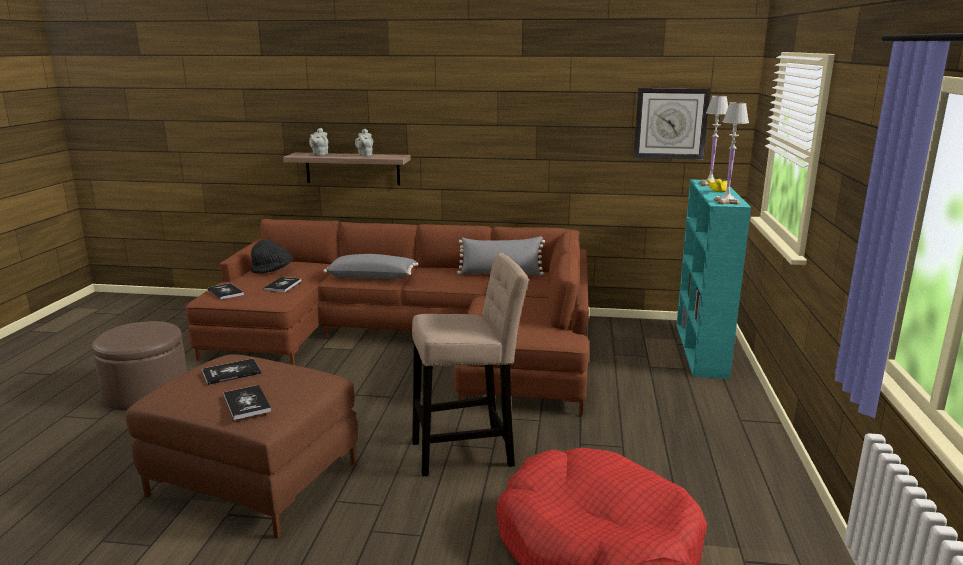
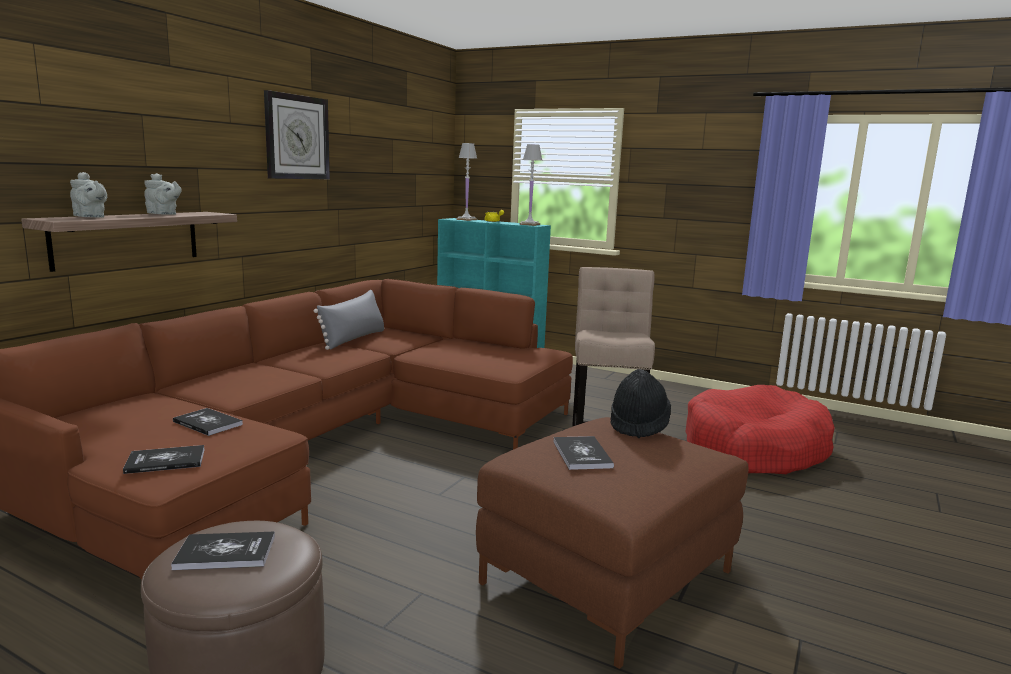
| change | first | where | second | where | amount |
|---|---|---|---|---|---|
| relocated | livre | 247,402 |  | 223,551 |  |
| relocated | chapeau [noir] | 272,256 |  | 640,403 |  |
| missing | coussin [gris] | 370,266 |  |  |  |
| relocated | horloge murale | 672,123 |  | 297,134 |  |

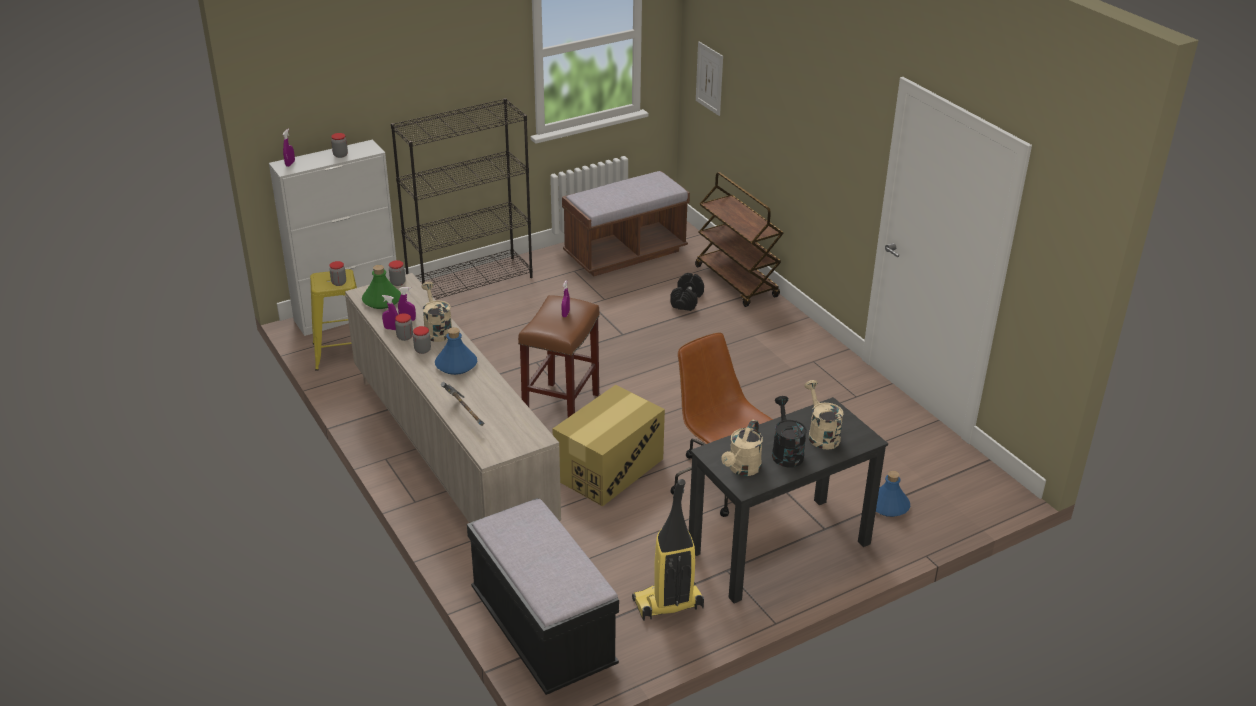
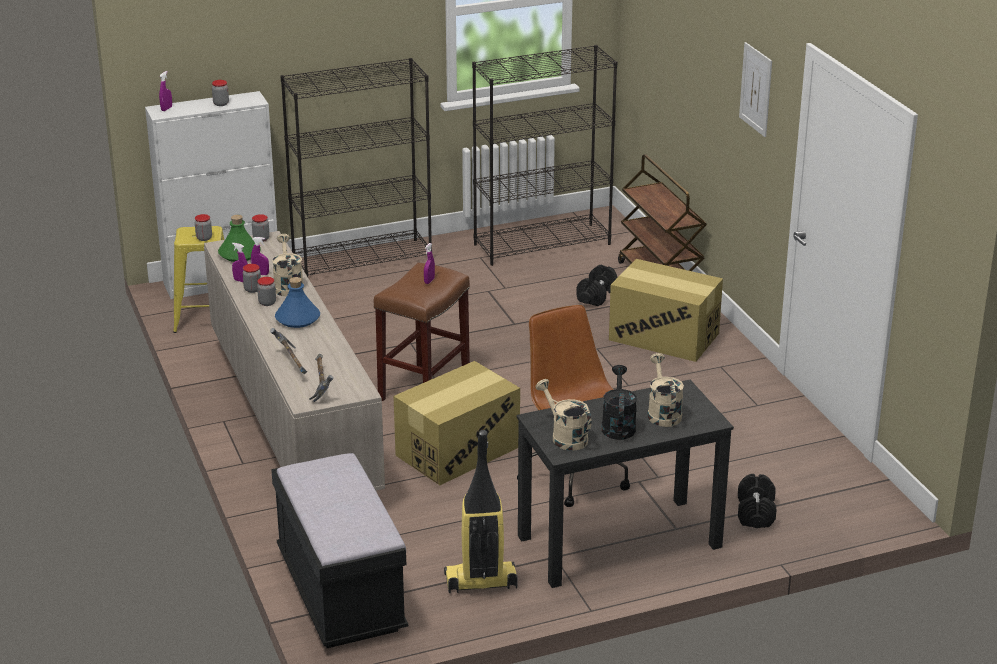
| change | first | where | second | where | amount |
|---|---|---|---|---|---|
| exchanged | banc [marron] | 626,223 | bibliothèque [noir] | 544,155 |  |
| relocated | tableau | 709,79 |  | 755,89 |  |
| spun | arrosoir [beige] | 742,448 |  | 563,415 | 105 degrees clockwise |
| exchanged | bouteille [bleu] | 893,494 | haltère [noir] | 757,501 |  |
| appeared |  |  | marteau | 321,378 |  |
| appeared |  |  | carton | 666,310 |  |

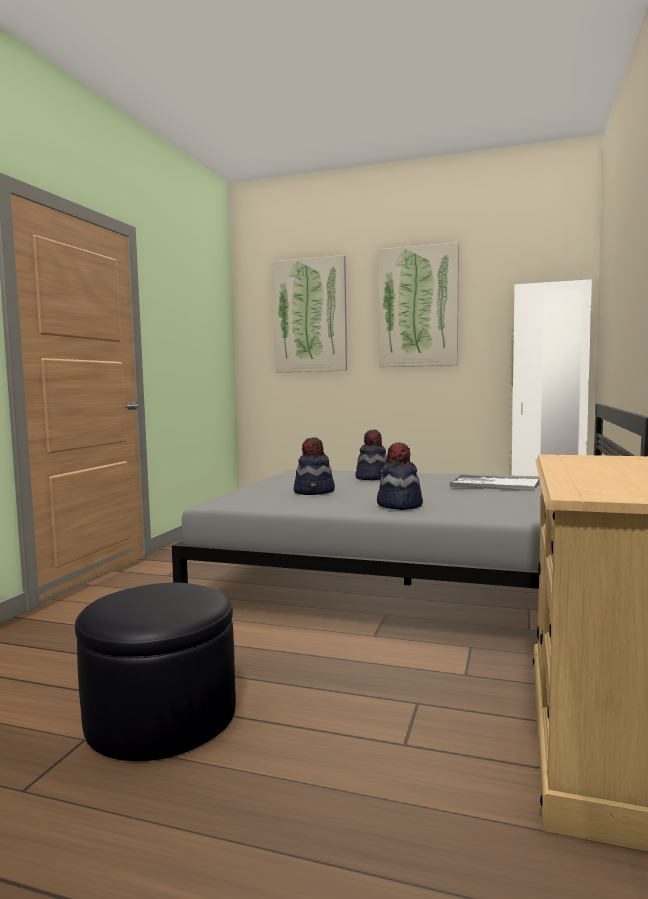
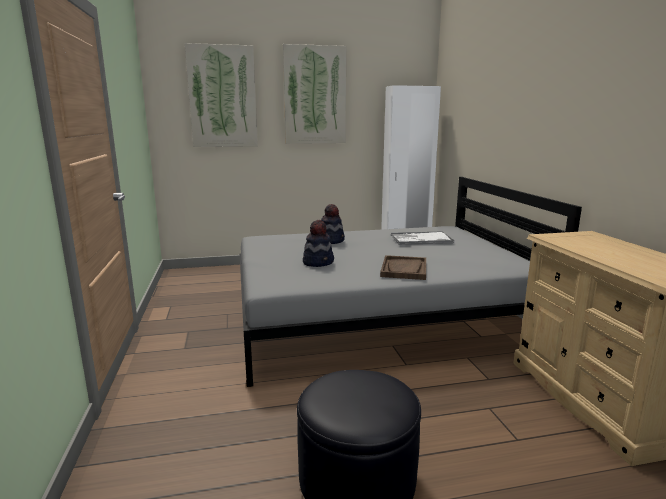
| change | first | where | second | where | amount |
|---|---|---|---|---|---|
| exchanged | chapeau | 400,476 | plateau [marron] | 403,267 |  |

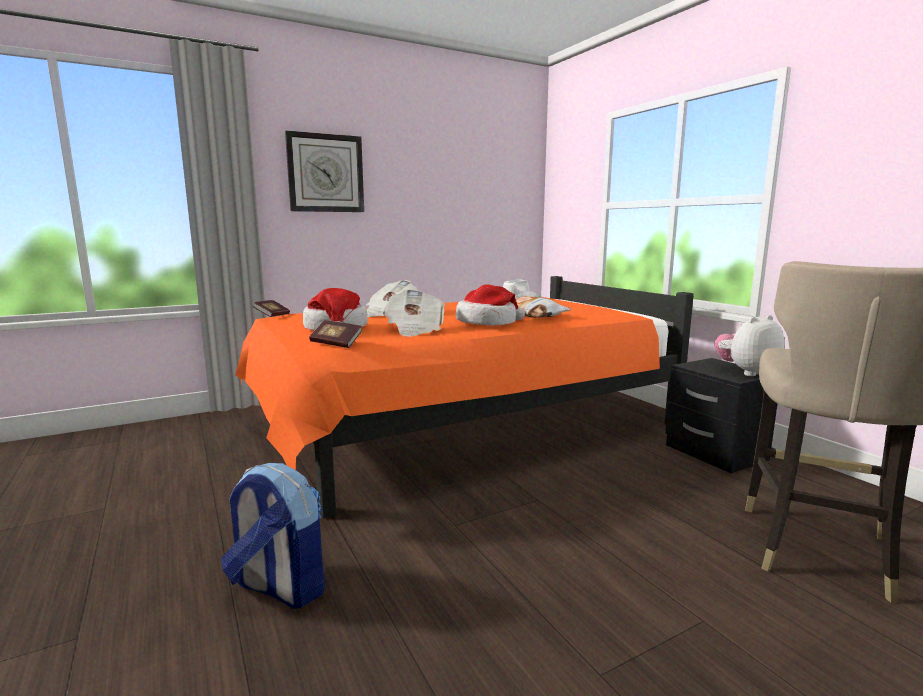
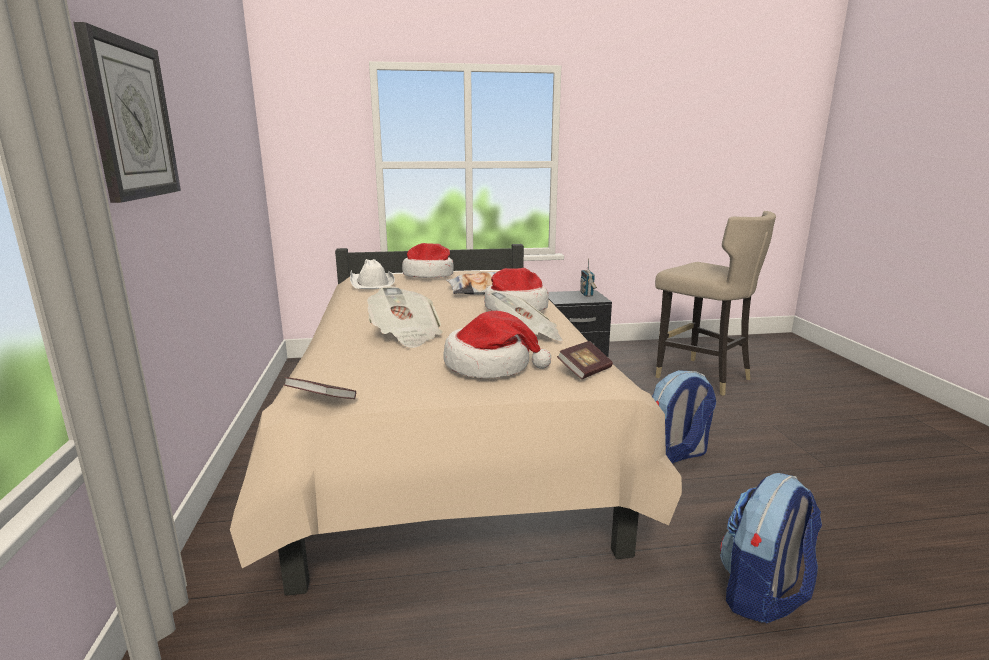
| change | first | where | second | where | amount |
|---|---|---|---|---|---|
| colour | lit [orange] | 464,397 | lit [beige] | 456,420 |  |
| exchanged | peluche | 749,345 | radio | 588,277 |  |
| appeared |  |  | chapeau | 428,260 |  |
| appeared |  |  | sac à dos | 684,417 |  |

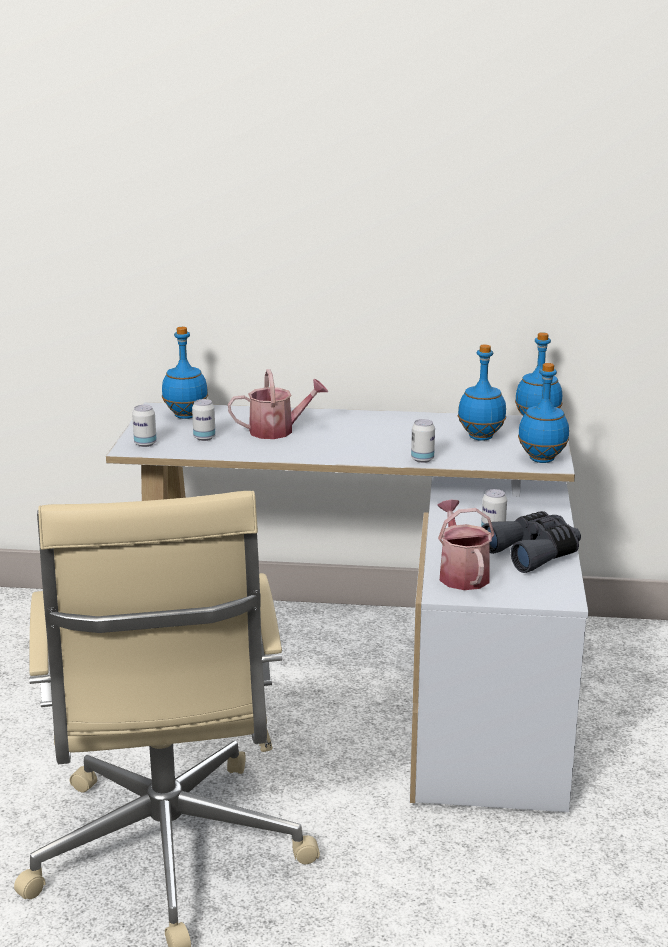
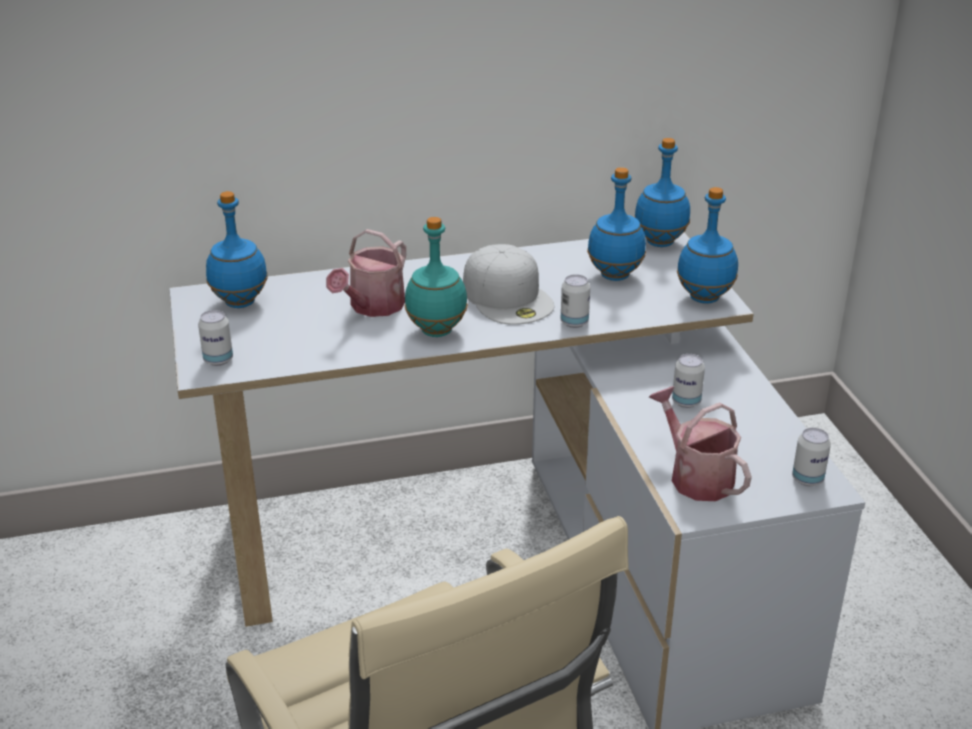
| change | first | where | second | where | amount |
|---|---|---|---|---|---|
| relocated | boîte métallique | 204,420 |  | 811,457 |  |
| spun | arrosoir | 278,404 |  | 366,273 | 150 degrees clockwise |
| missing | jumelles [gris] | 531,542 |  |  |  |
| appeared |  |  | bouteille [turquoise] | 436,277 |  |
| appeared |  |  | casquette [blanc] | 508,284 |  |

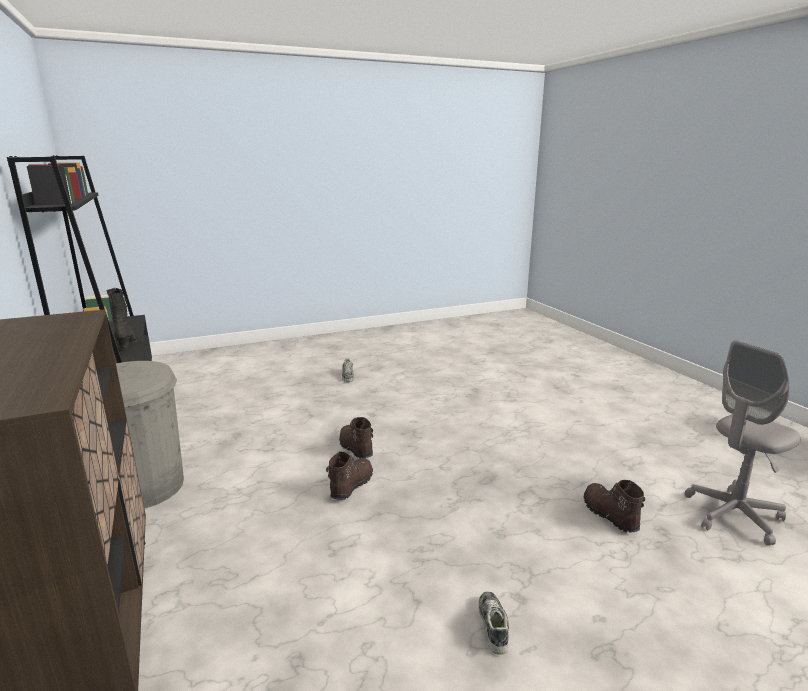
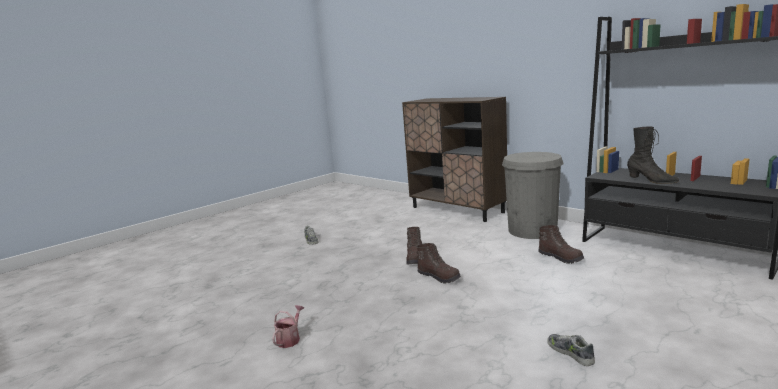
| change | first | where | second | where | amount |
|---|---|---|---|---|---|
| relocated | botte [marron] | 614,506 |  | 561,244 |  |
| missing | chaise de bureau [gris] | 743,443 |  |  |  |
| appeared |  |  | arrosoir | 288,326 |  |

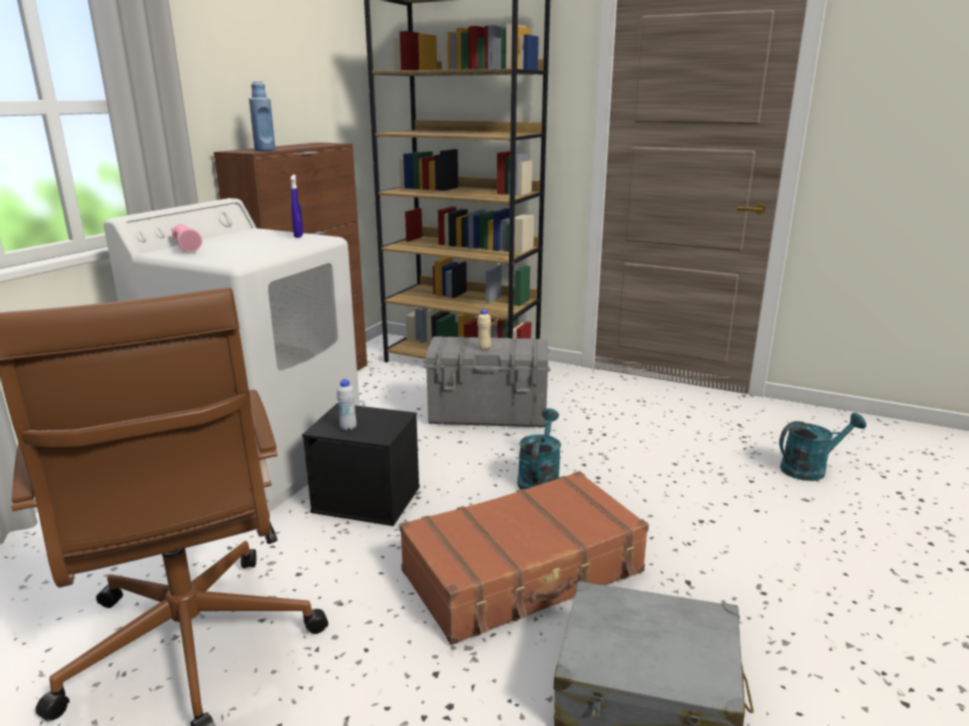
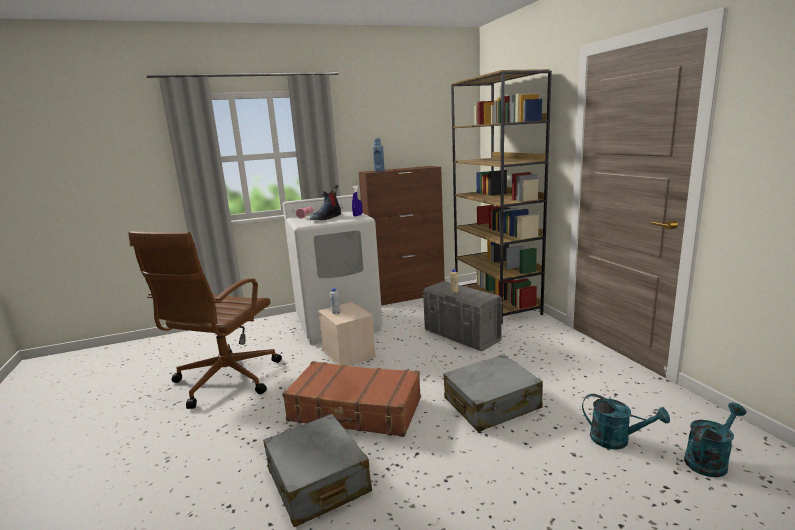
| change | first | where | second | where | amount |
|---|---|---|---|---|---|
| colour | boîte de rangement [noir] | 361,464 | boîte de rangement [beige] | 347,334 |  |
| relocated | arrosoir [turquoise] | 539,449 |  | 715,439 |  |
| appeared |  |  | botte | 325,202 |  |
| appeared |  |  | valise [gris] | 493,393 |  |

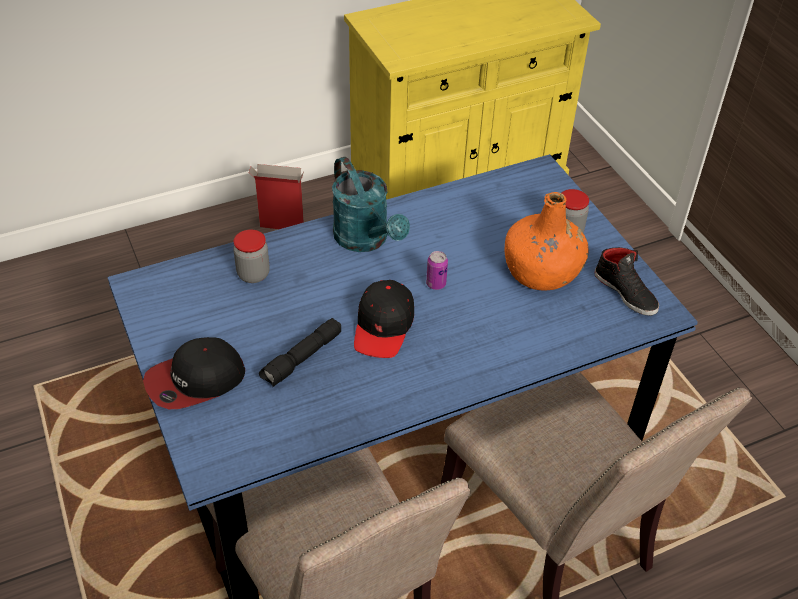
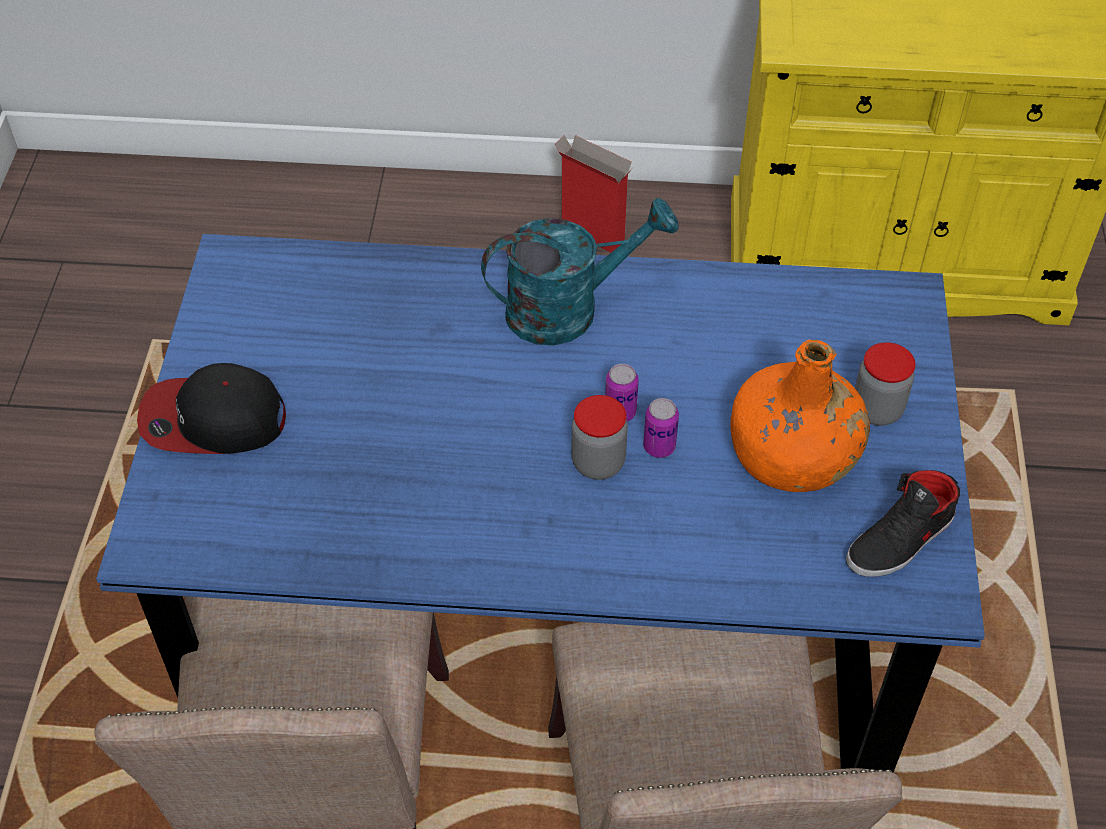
| change | first | where | second | where | amount |
|---|---|---|---|---|---|
| relocated | bocal | 251,256 |  | 599,437 |  |
| missing | lampe de poche [noir] | 300,353 |  |  |  |
| spun | arrosoir [turquoise] | 371,204 |  | 580,271 | 105 degrees counterclockwise |
| missing | casquette [noir] | 384,319 |  |  |  |
| spun | chaussure [noir] | 627,281 |  | 903,523 | 60 degrees clockwise |
| appeared |  |  | boîte métallique | 661,428 |  |

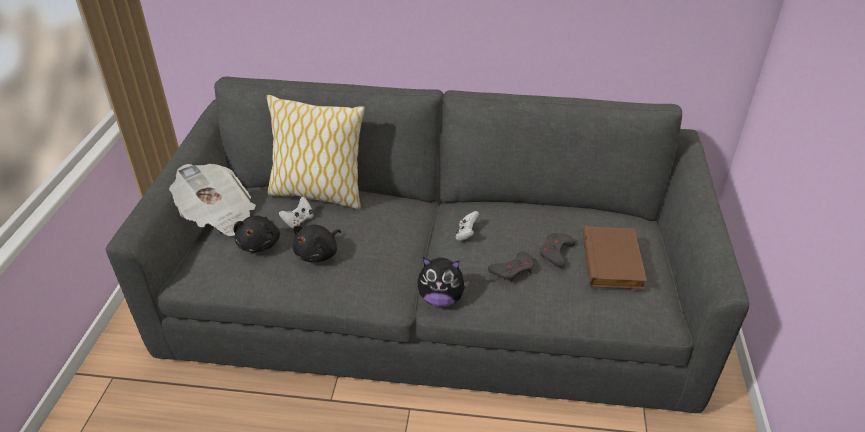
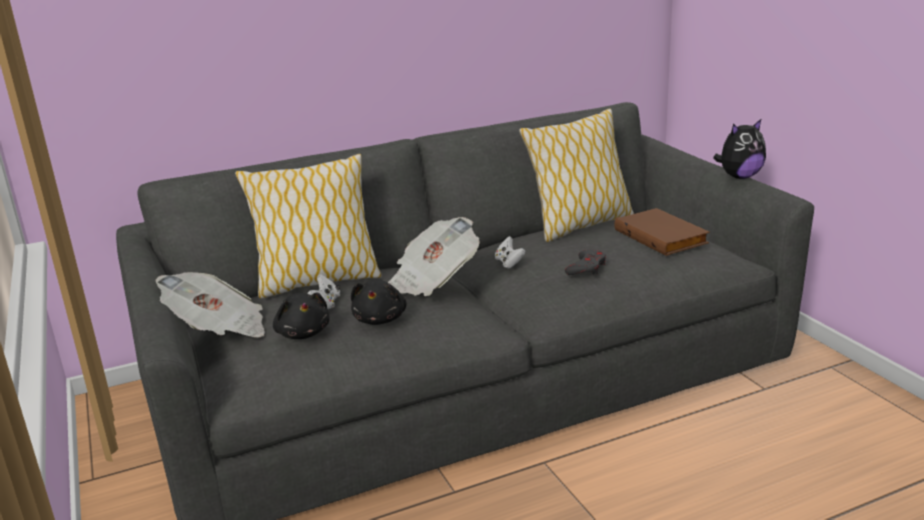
| change | first | where | second | where | amount |
|---|---|---|---|---|---|
| relocated | peluche | 444,282 |  | 739,148 |  |
| missing | manette [gris] | 558,250 |  |  |  |
| appeared |  |  | journal | 434,256 |  |
| appeared |  |  | coussin | 576,175 |  |

